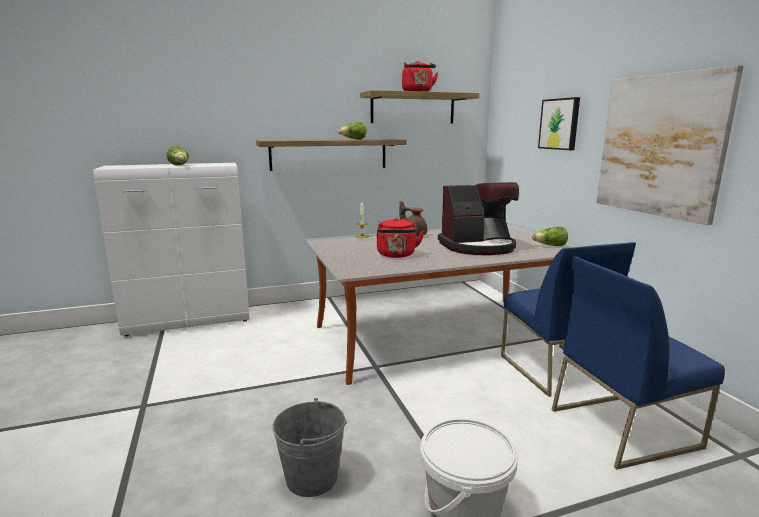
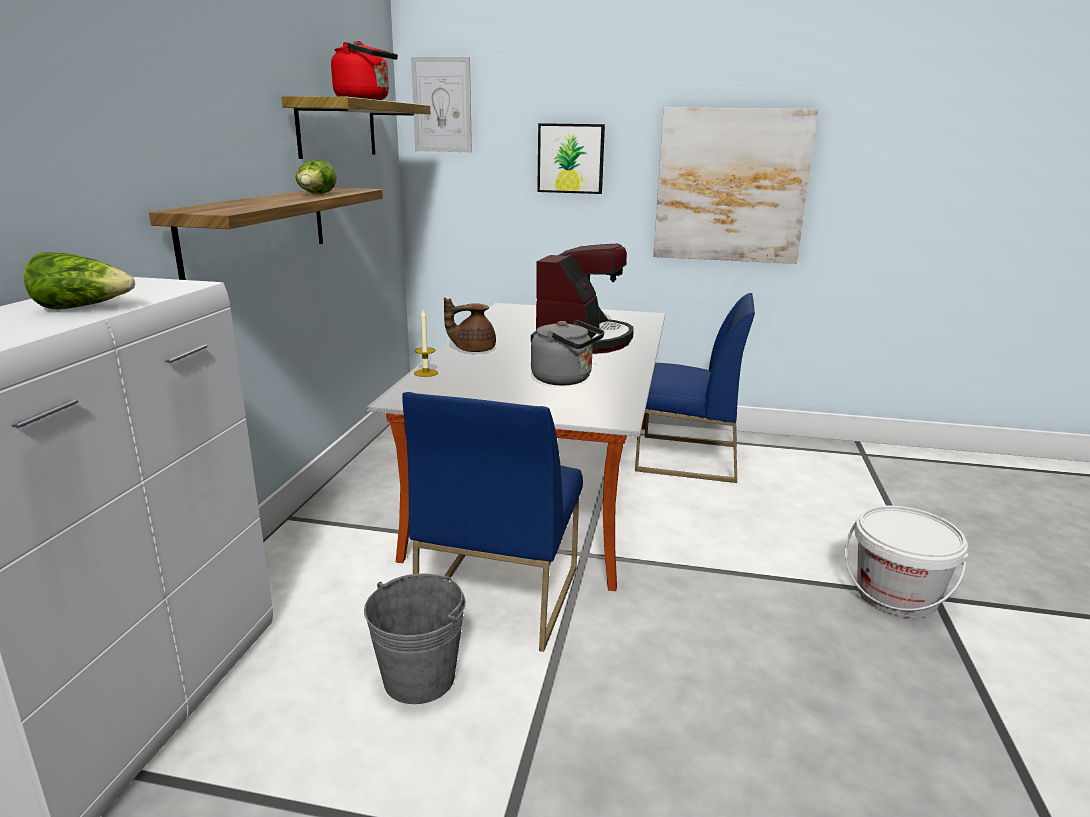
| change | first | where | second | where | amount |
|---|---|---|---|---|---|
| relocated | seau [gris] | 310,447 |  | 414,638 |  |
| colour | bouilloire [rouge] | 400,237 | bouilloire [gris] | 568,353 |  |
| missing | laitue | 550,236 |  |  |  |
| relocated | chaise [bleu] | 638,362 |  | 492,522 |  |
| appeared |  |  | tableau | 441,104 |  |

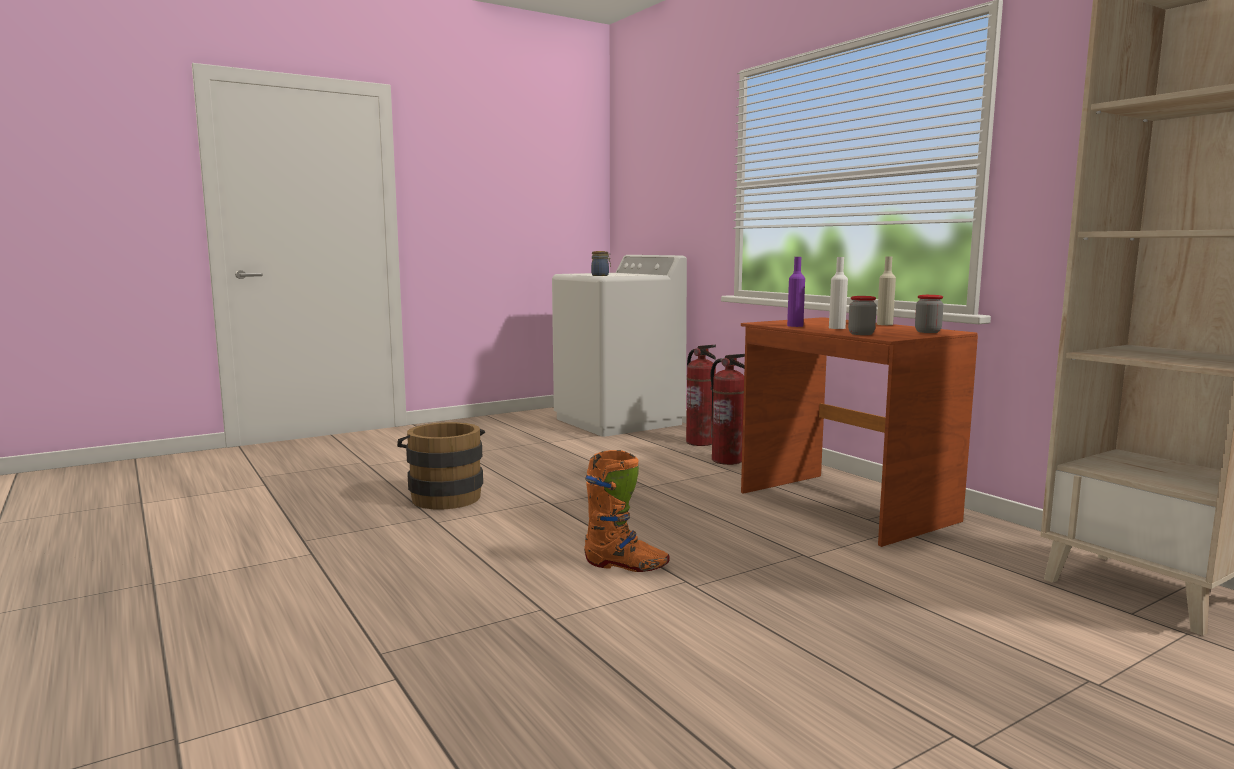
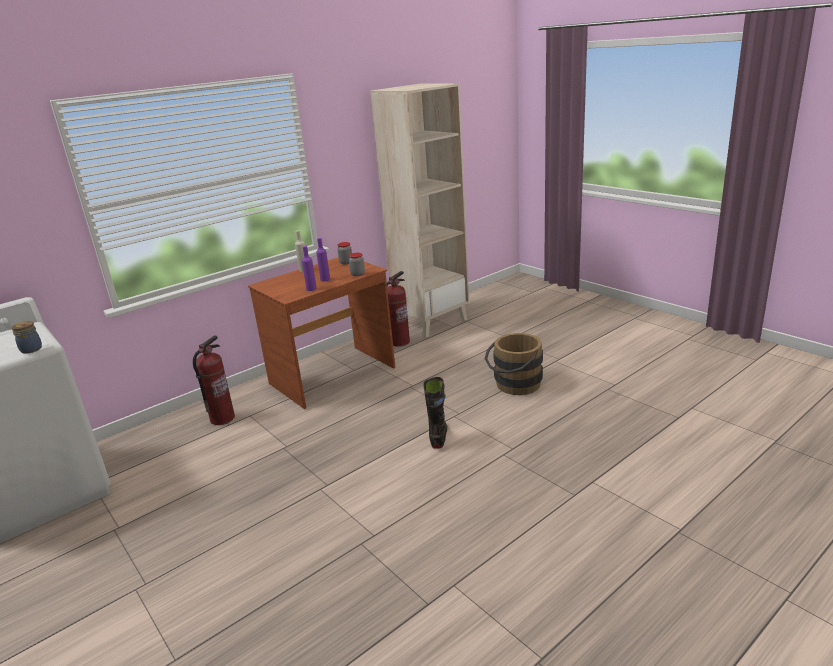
| change | first | where | second | where | amount |
|---|---|---|---|---|---|
| relocated | seau [marron] | 441,465 |  | 514,364 |  |
| colour | botte [orange] | 627,511 | botte [noir] | 435,413 |  |
| relocated | extincteur | 701,395 |  | 398,309 |  |
| colour | bouteille [blanc] | 838,293 | bouteille [violet] | 323,260 |  |

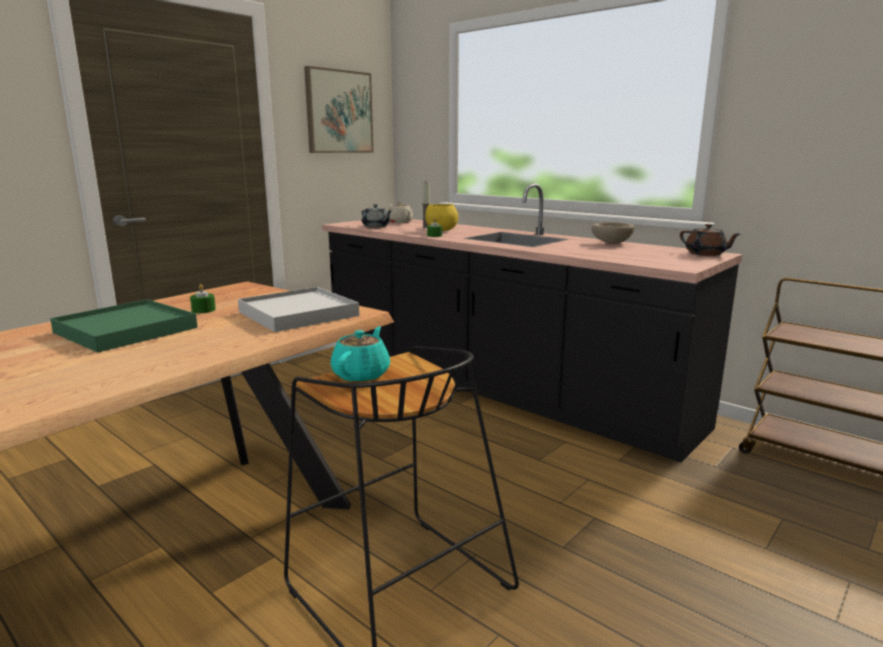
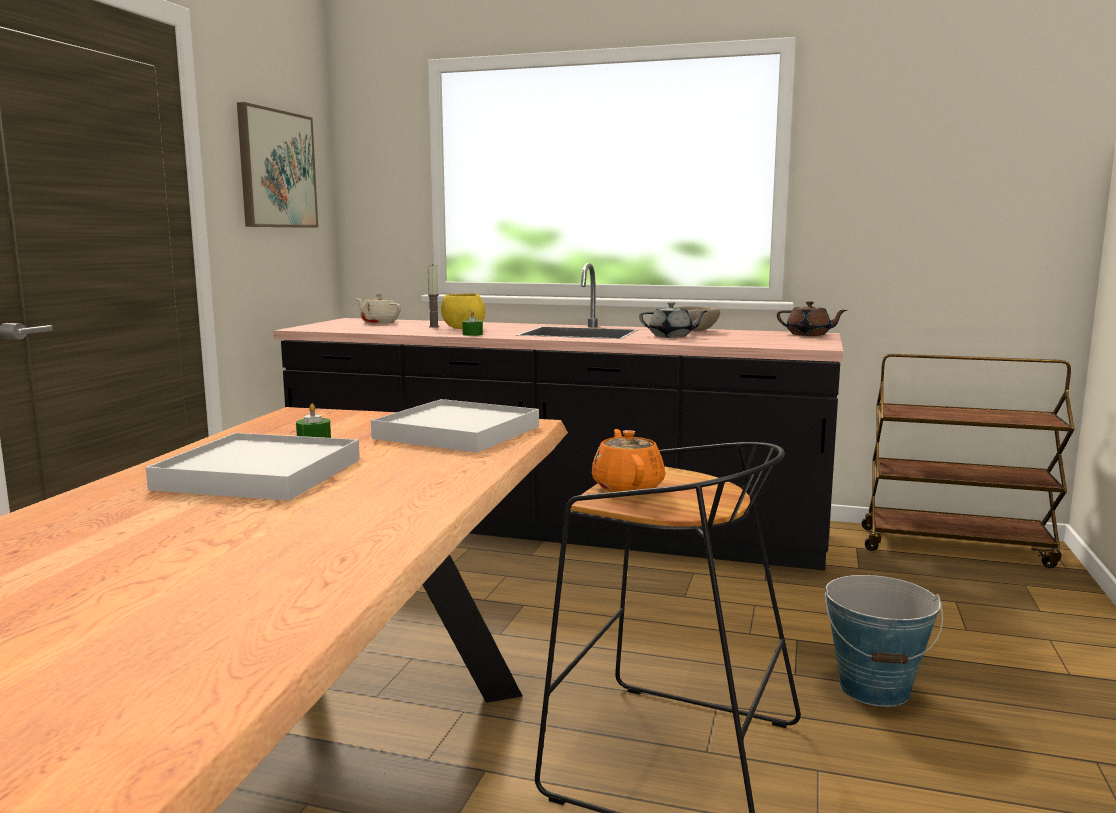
| change | first | where | second | where | amount |
|---|---|---|---|---|---|
| colour | plateau [vert] | 124,326 | plateau [blanc] | 253,467 |  |
| colour | théière [turquoise] | 360,354 | théière [orange] | 628,460 |  |
| relocated | théière [gris] | 376,216 |  | 673,320 |  |
| appeared |  |  | seau | 884,641 |  |

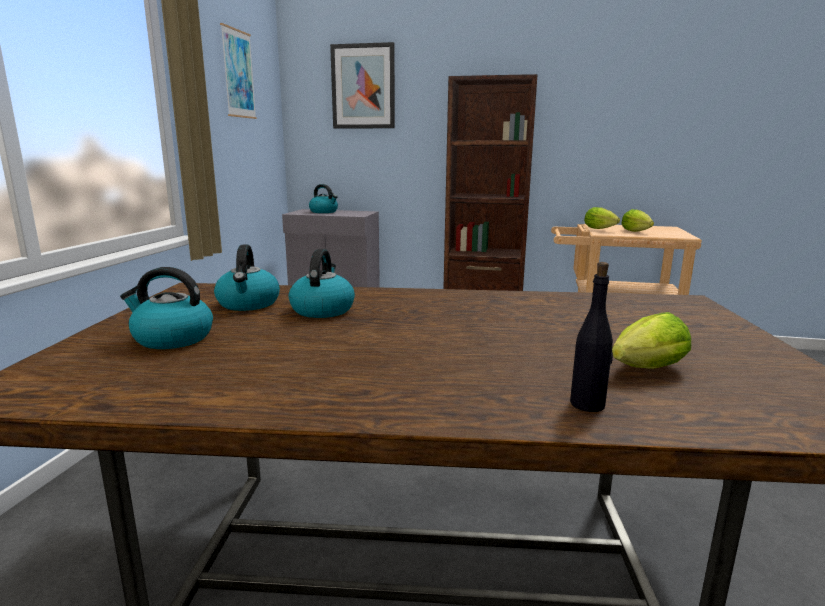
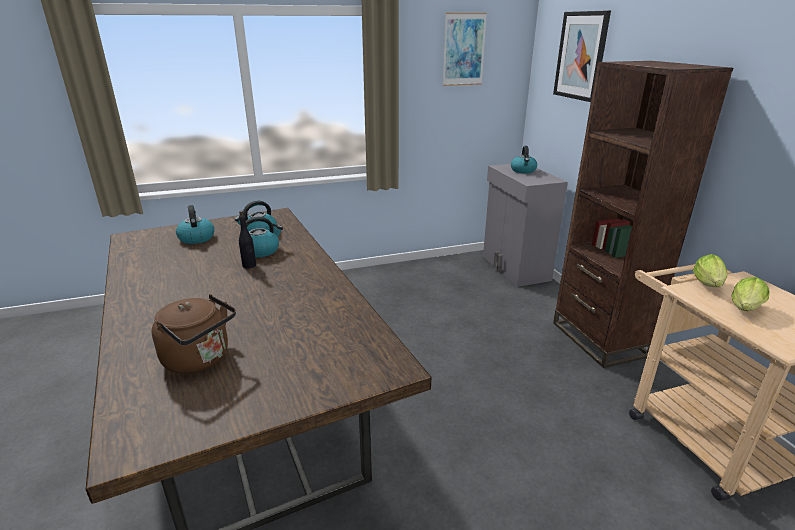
| change | first | where | second | where | amount |
|---|---|---|---|---|---|
| relocated | bouteille [noir] | 591,337 |  | 247,239 |  |
| exchanged | laitue | 651,340 | bouilloire [marron] | 194,334 |  |

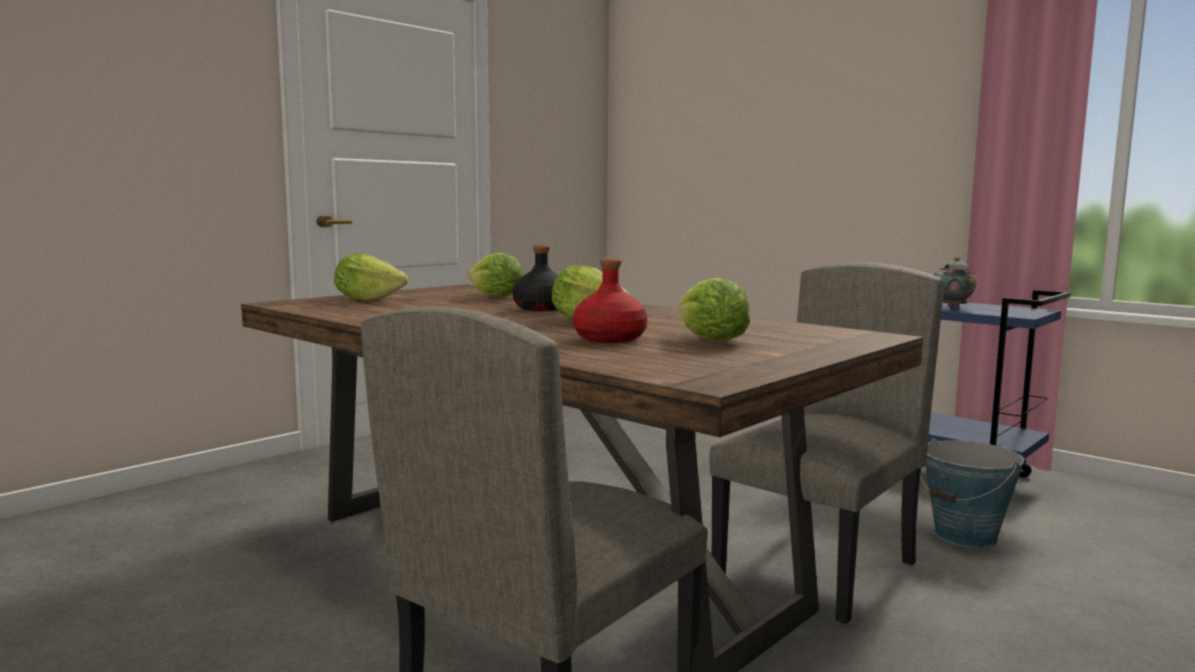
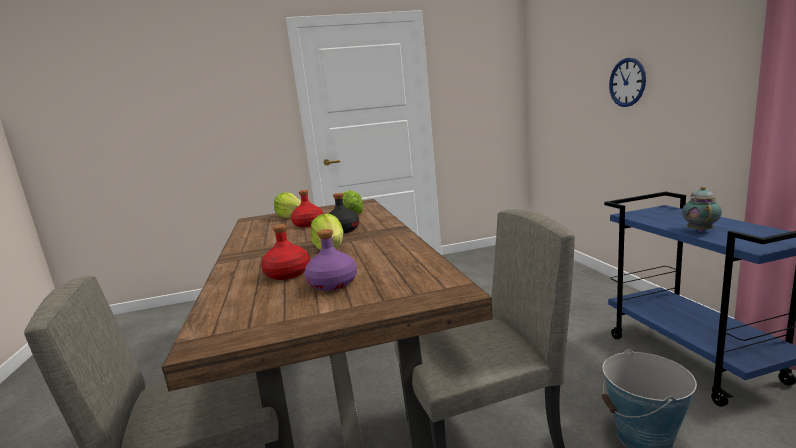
| change | first | where | second | where | amount |
|---|---|---|---|---|---|
| exchanged | laitue | 714,309 | bouteille [violet] | 330,260 |  |
| appeared |  |  | bouteille [rouge] | 307,208 |  |
| appeared |  |  | horloge murale | 627,82 |  |

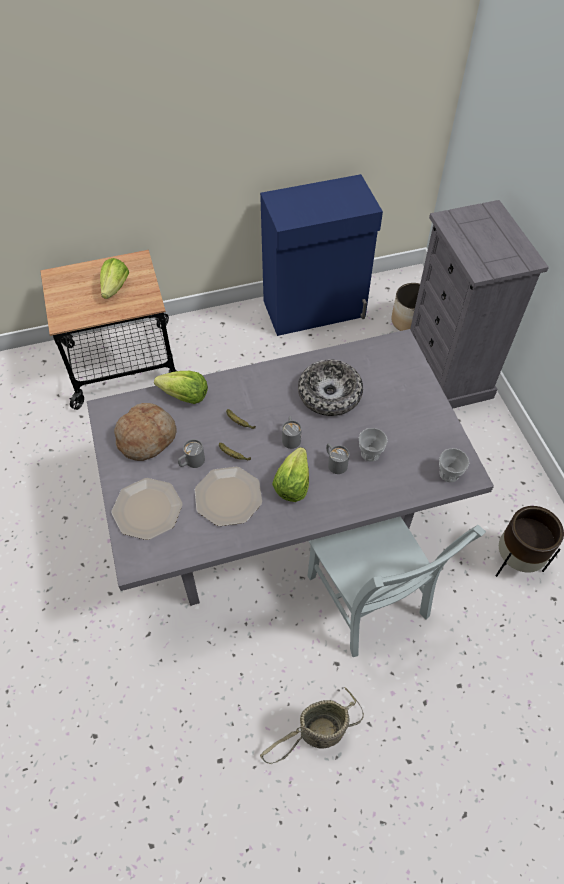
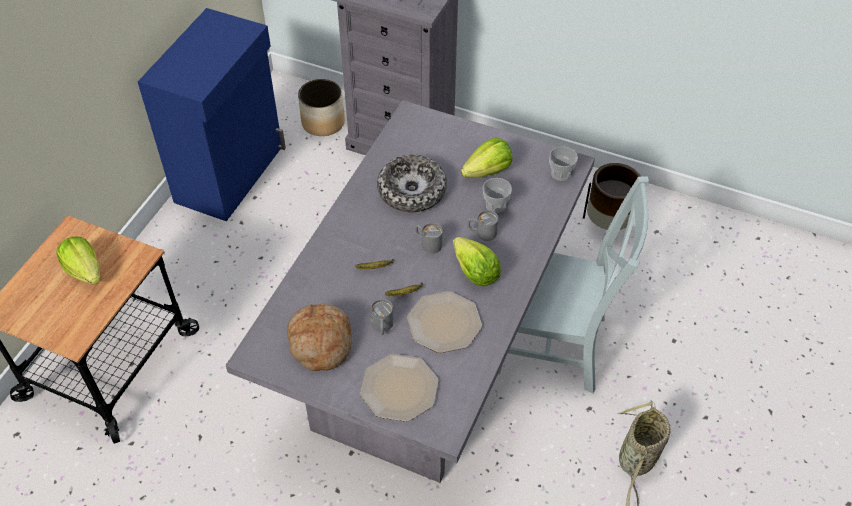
| change | first | where | second | where | amount |
|---|---|---|---|---|---|
| relocated | laitue | 181,387 |  | 486,157 |  |

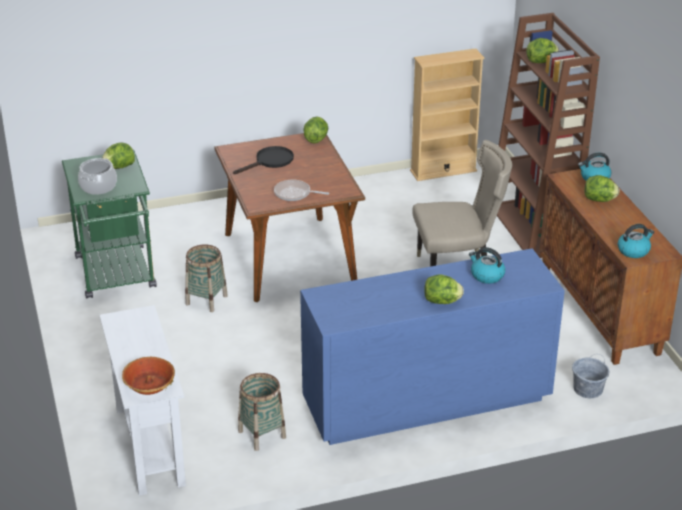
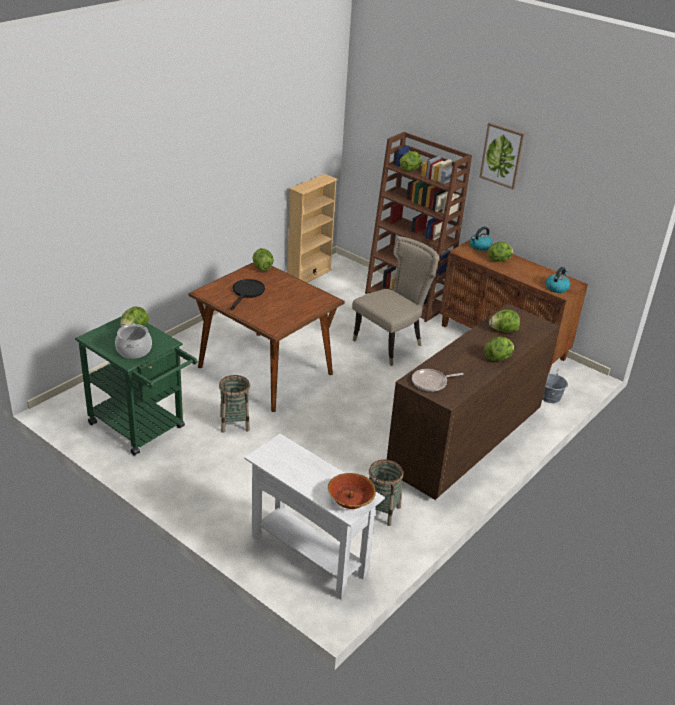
| change | first | where | second | where | amount |
|---|---|---|---|---|---|
| relocated | poêle | 301,190 |  | 438,380 |  |
| colour | commode [bleu] | 432,346 | commode [marron] | 473,402 |  |
| exchanged | bouilloire | 487,265 | laitue | 504,321 |  |
| appeared |  |  | tableau | 502,156 |  |

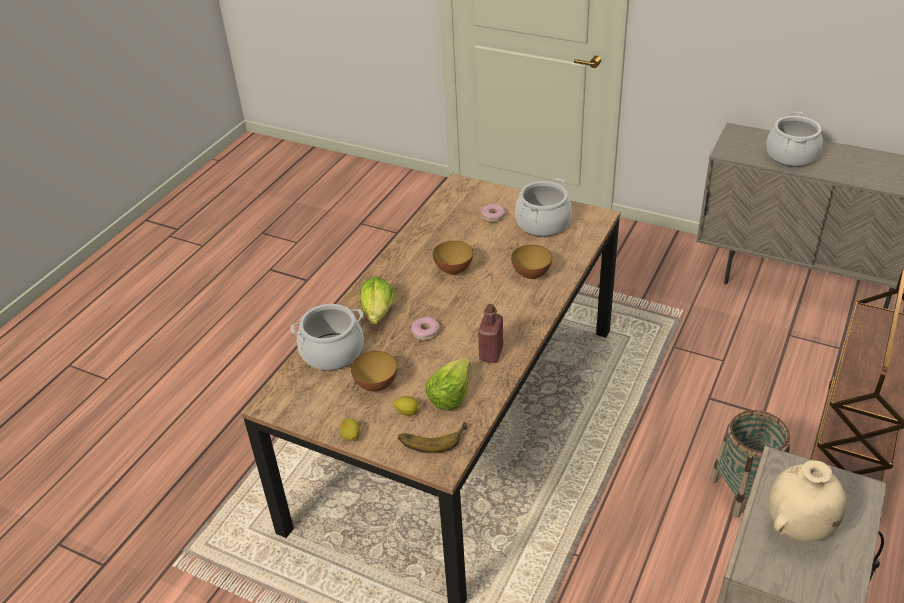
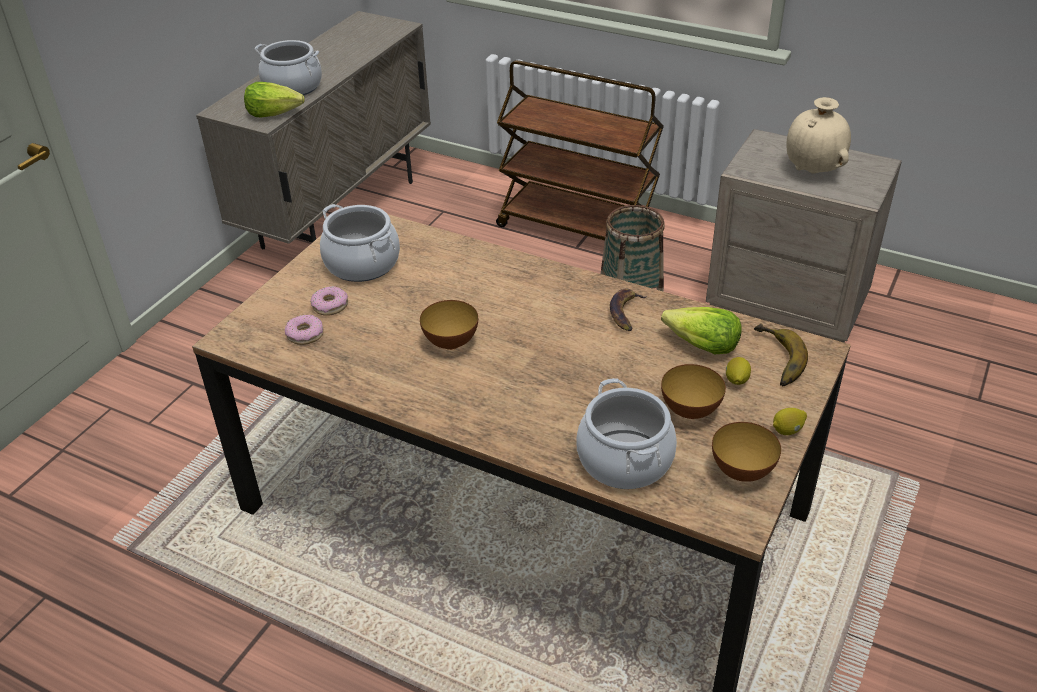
| change | first | where | second | where | amount |
|---|---|---|---|---|---|
| relocated | laitue | 377,301 |  | 274,99 |  |
| relocated | beignet | 425,329 |  | 304,330 |  |
| exchanged | bouteille [rouge] | 490,333 | banane | 628,310 |  |
| relocated | bol | 531,262 |  | 746,452 |  |

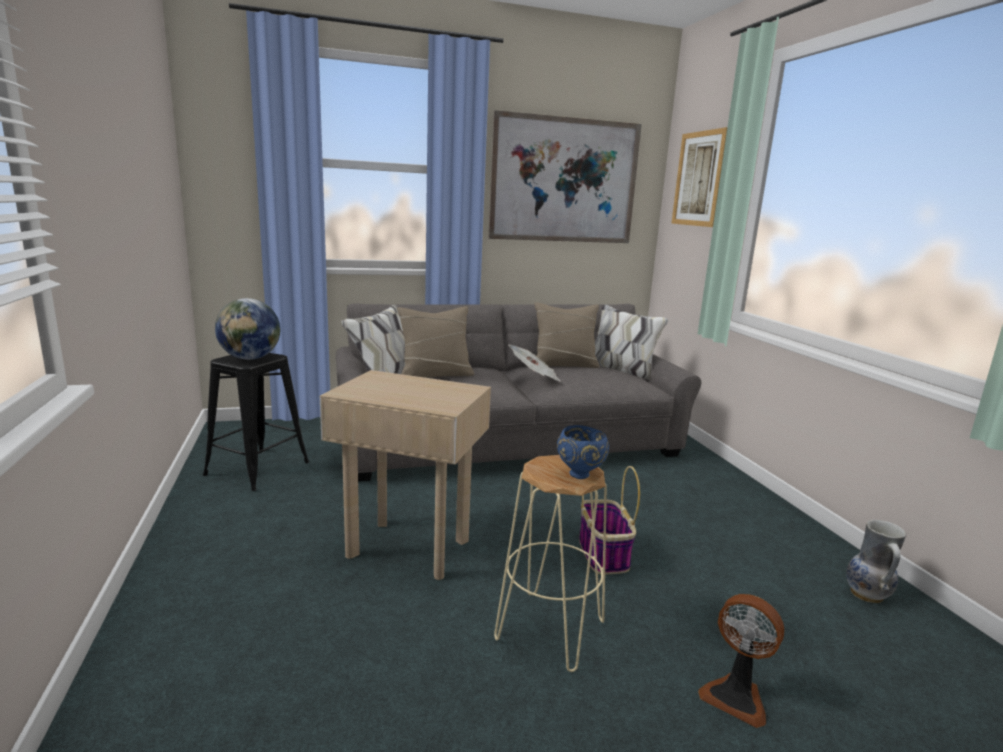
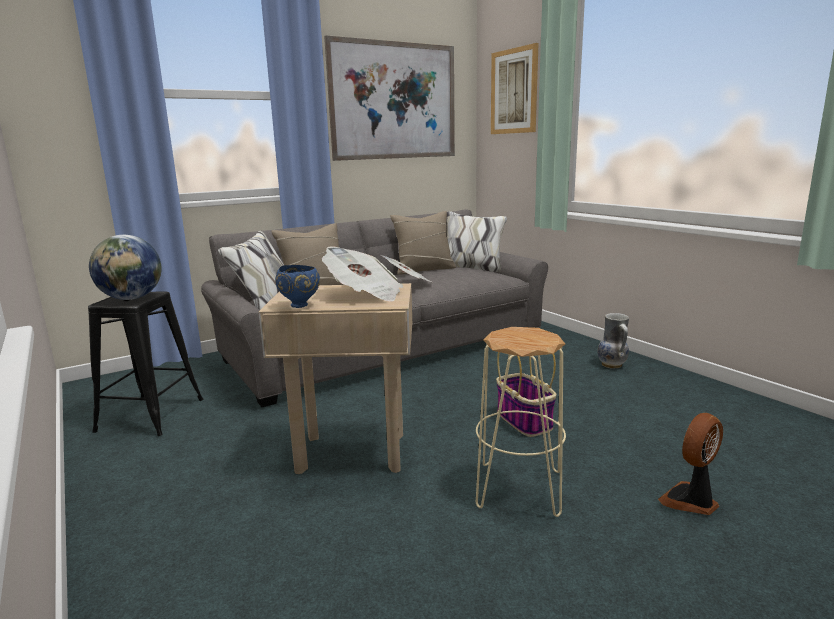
| change | first | where | second | where | amount |
|---|---|---|---|---|---|
| relocated | bol [bleu] | 583,452 |  | 297,286 |  |
| spun | ventilateur | 741,661 |  | 690,464 | 120 degrees clockwise |
| relocated | vase | 876,561 |  | 613,340 |  |
| appeared |  |  | journal | 363,274 |  |

